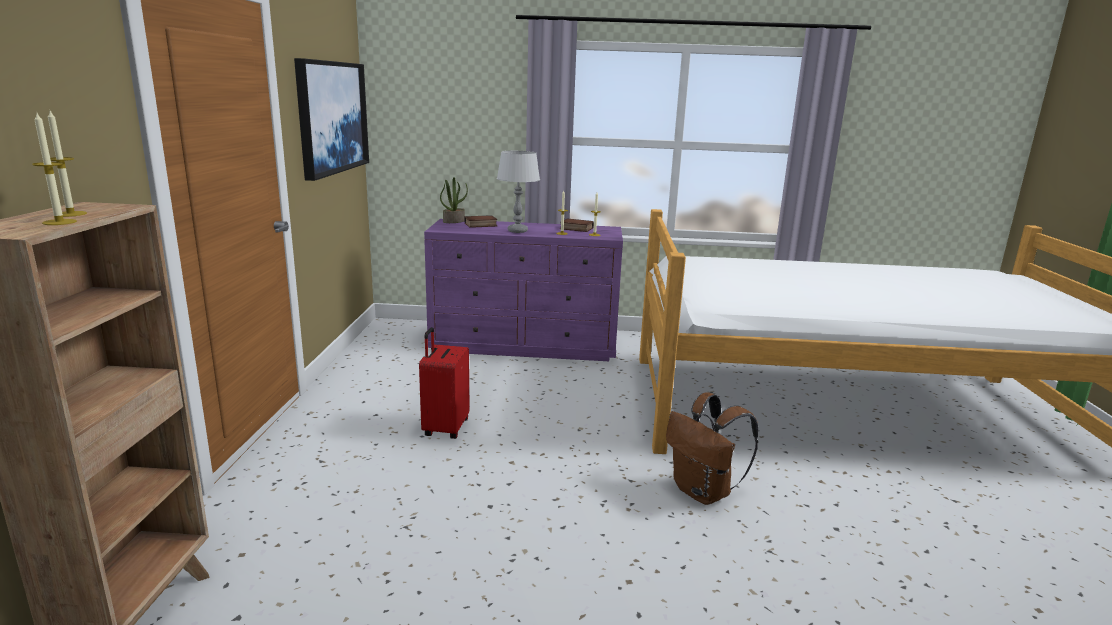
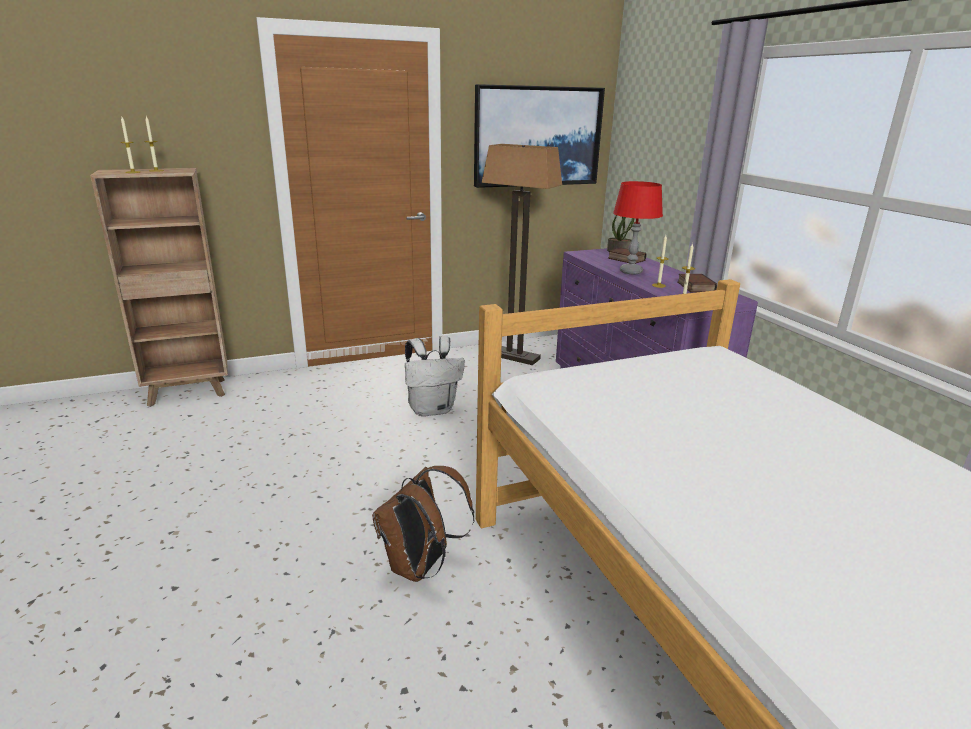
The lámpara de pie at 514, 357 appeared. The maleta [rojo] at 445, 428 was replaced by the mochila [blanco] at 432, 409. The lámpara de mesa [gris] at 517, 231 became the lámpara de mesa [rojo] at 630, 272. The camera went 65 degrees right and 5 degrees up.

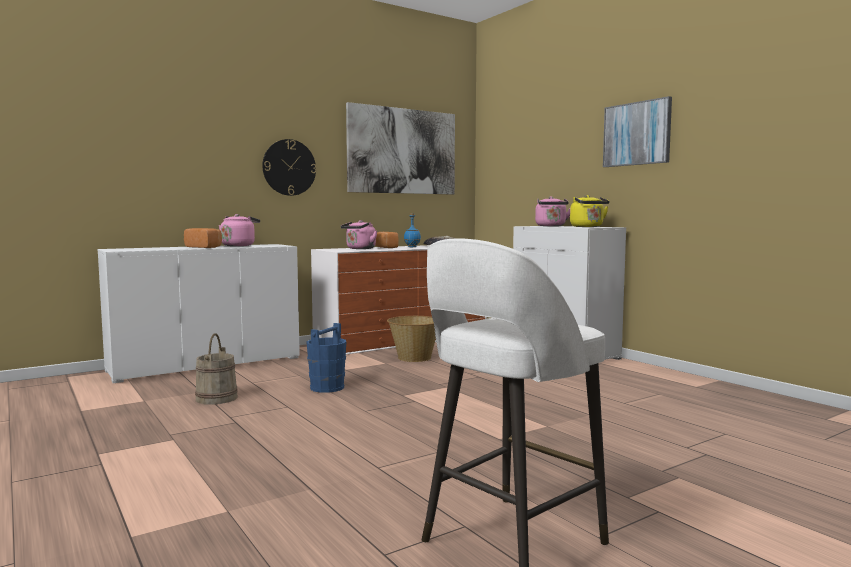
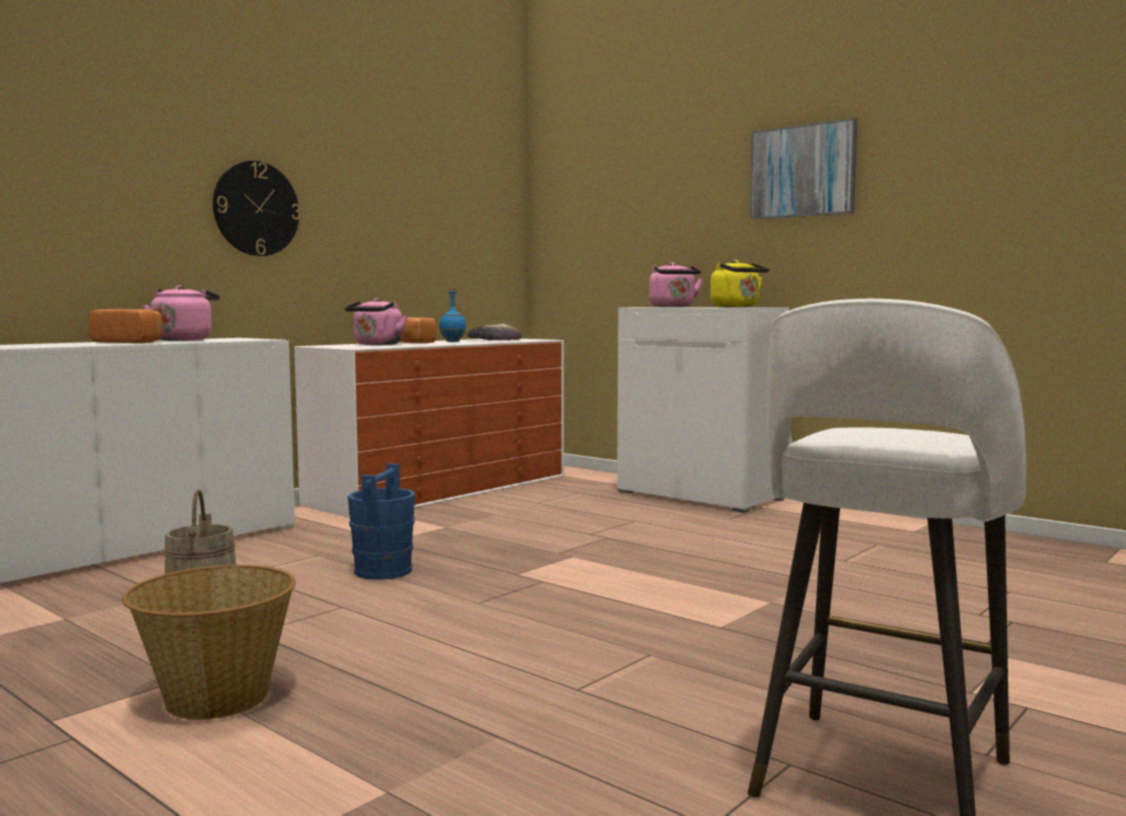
The cuadro at 402, 151 disappeared. The cesta moved from 414, 358 to 216, 697. The camera went 15 degrees left and 0 degrees up.

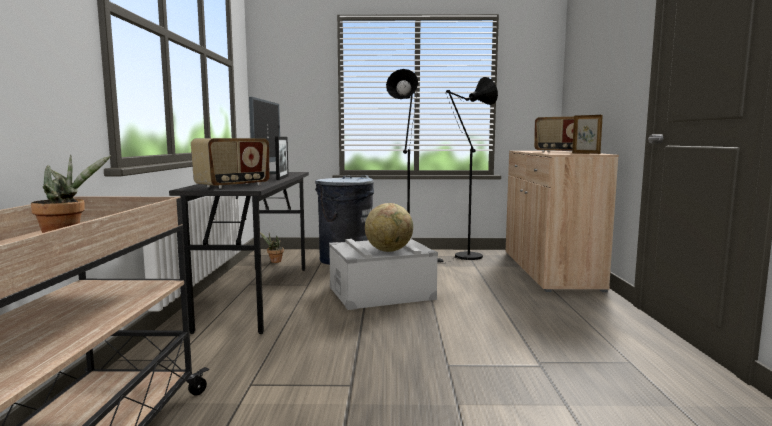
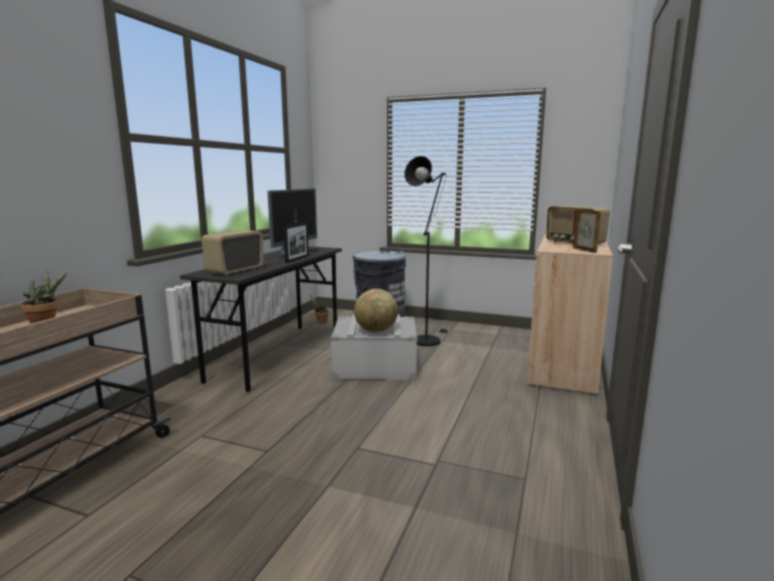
The lámpara de pie [negro] at 464, 257 disappeared. The radio at 233, 186 turned 150 degrees clockwise. The camera went 20 degrees right and 5 degrees up.

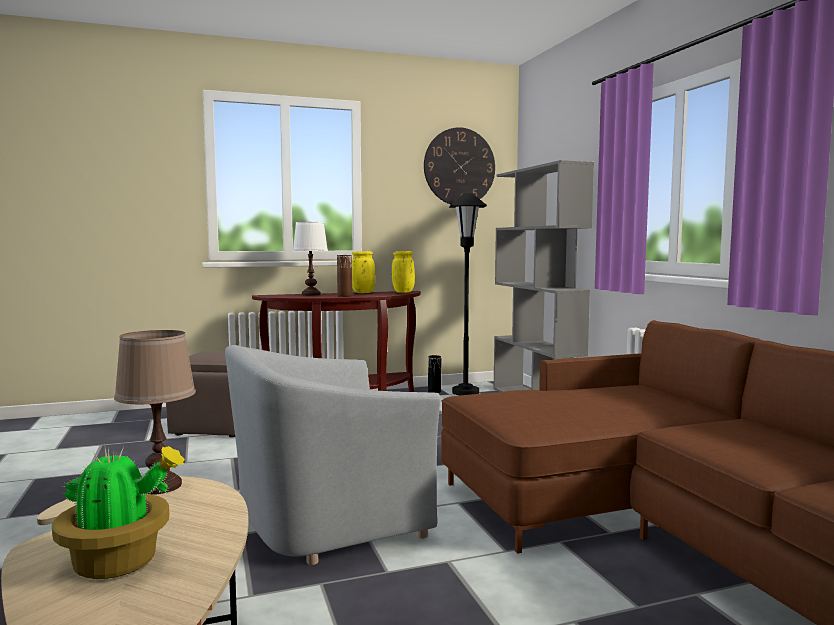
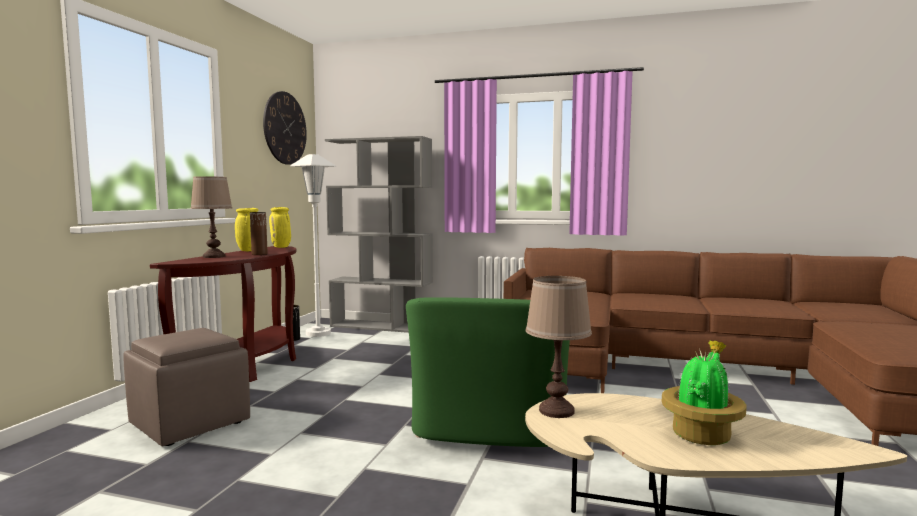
The sillón [gris] at 325, 517 became the sillón [verde] at 490, 426. The lámpara de mesa [blanco] at 310, 294 became the lámpara de mesa [marrón] at 213, 256. The lámpara de pie [negro] at 465, 392 became the lámpara de pie [blanco] at 318, 333. The camera went 55 degrees left and 0 degrees up.

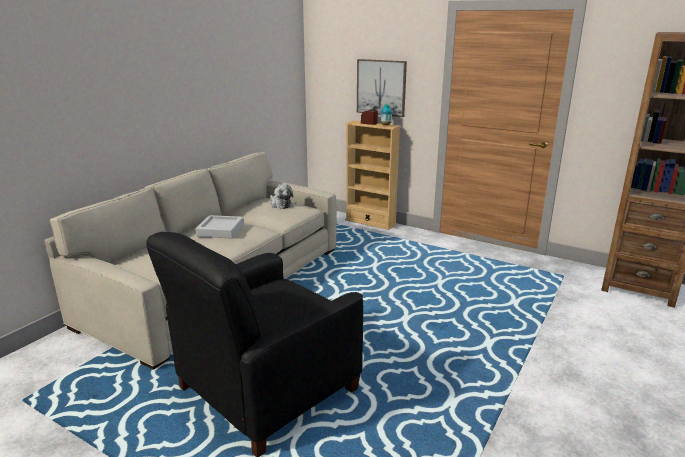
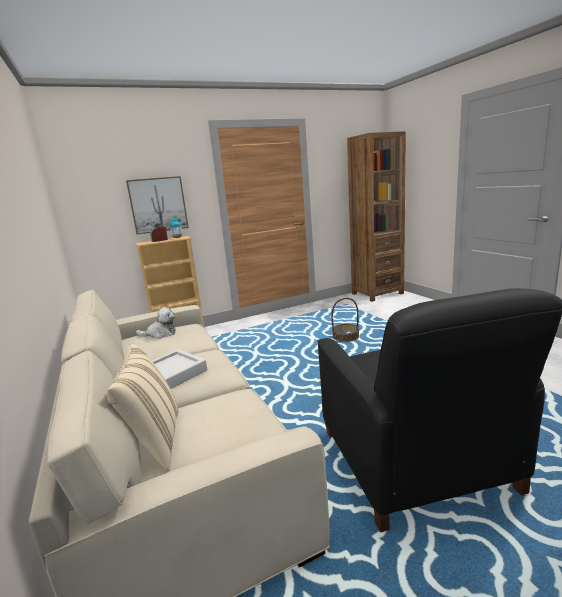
The cojín [beis] at 155, 442 appeared. The cesta at 345, 337 appeared. The camera went 55 degrees left and 5 degrees down.

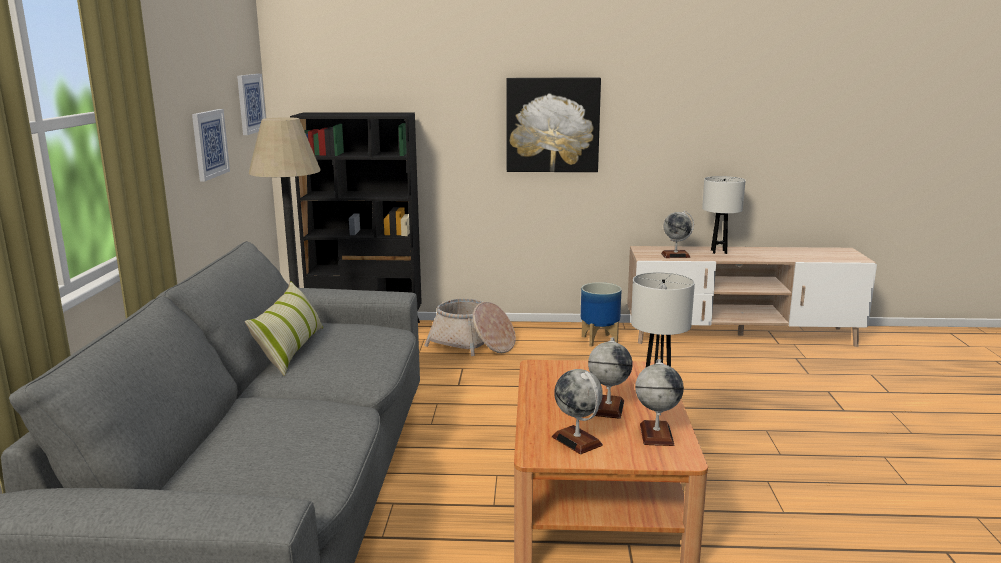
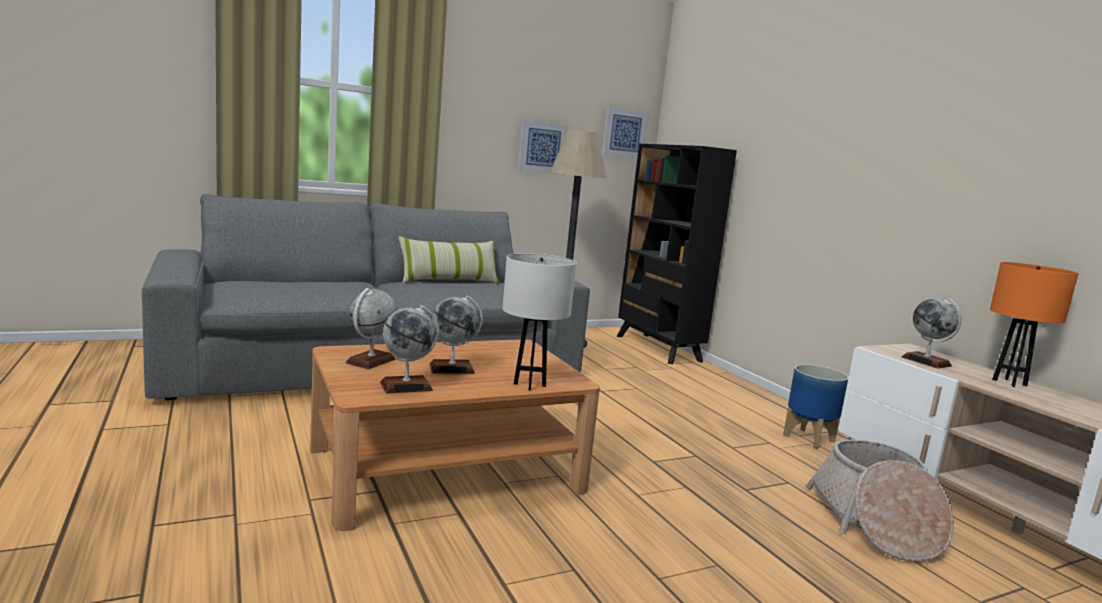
The cuadro at 552, 125 disappeared. The cesta moved from 472, 344 to 874, 523. The lámpara de mesa [blanco] at 719, 252 became the lámpara de mesa [naranja] at 1009, 383. The camera went 60 degrees right and 5 degrees down.

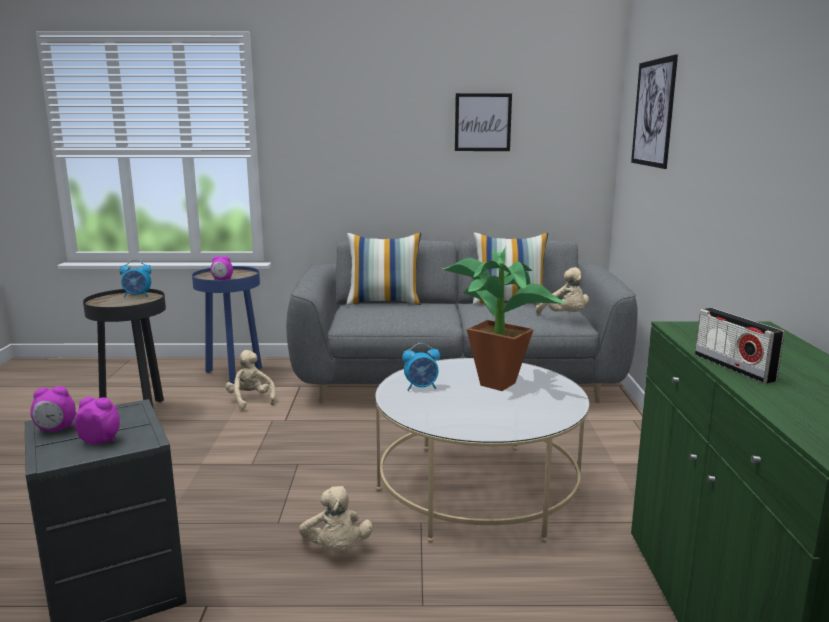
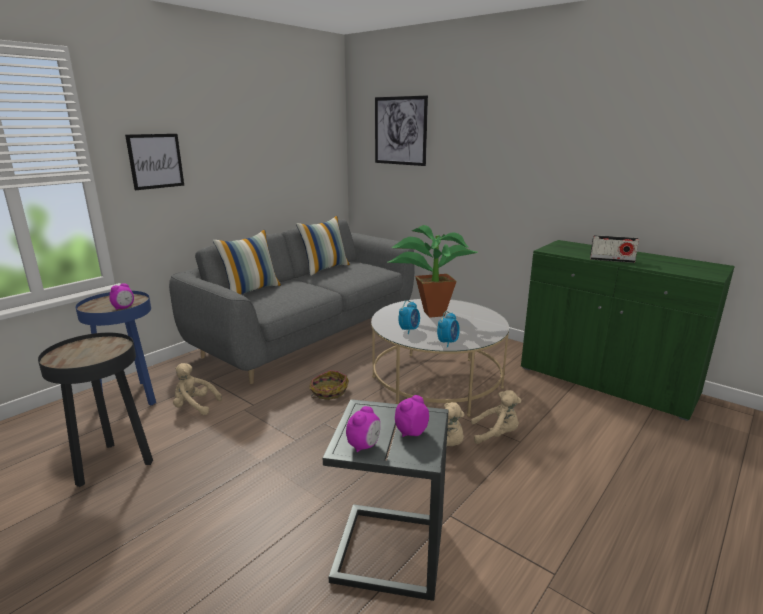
The cesta at 328, 392 appeared. The despertador moved from 137, 296 to 448, 342. The cuadro moved from 482, 122 to 155, 161. The peluche [beis] moved from 565, 316 to 496, 434. The camera went 50 degrees left and 5 degrees up.

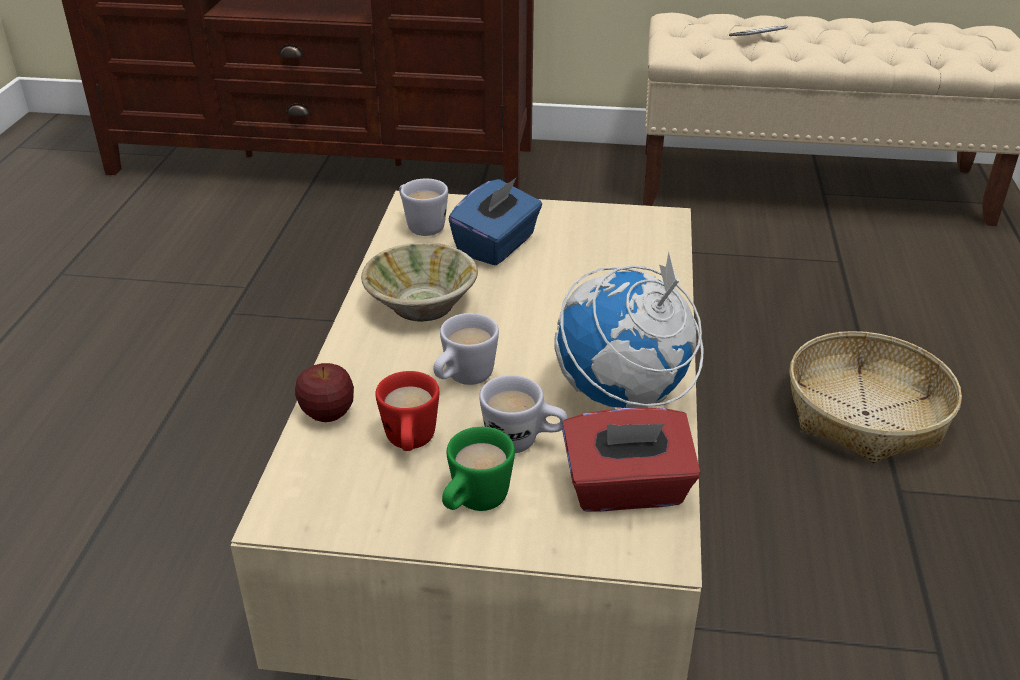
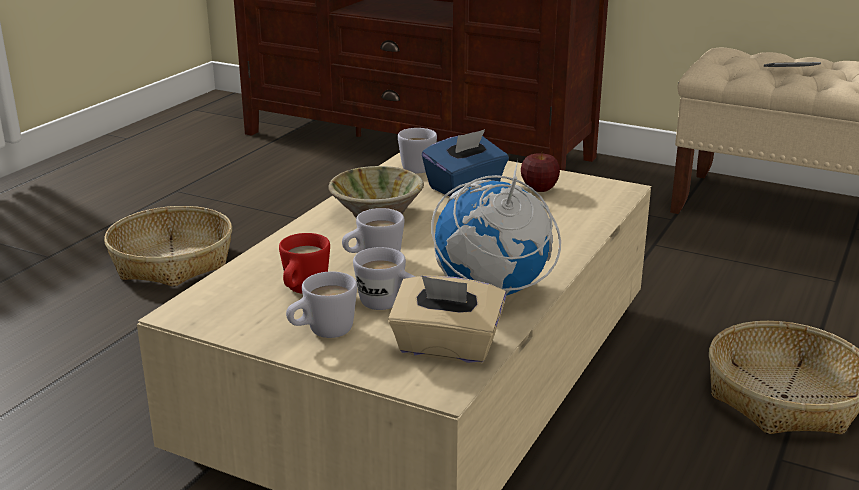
The cesta at 172, 261 appeared. The manzana moved from 327, 414 to 539, 189. The taza grande [verde] at 474, 503 became the taza grande [blanco] at 322, 333. The caja de pañuelos [rojo] at 626, 490 became the caja de pañuelos [beis] at 446, 348. The camera went 20 degrees right and 10 degrees down.

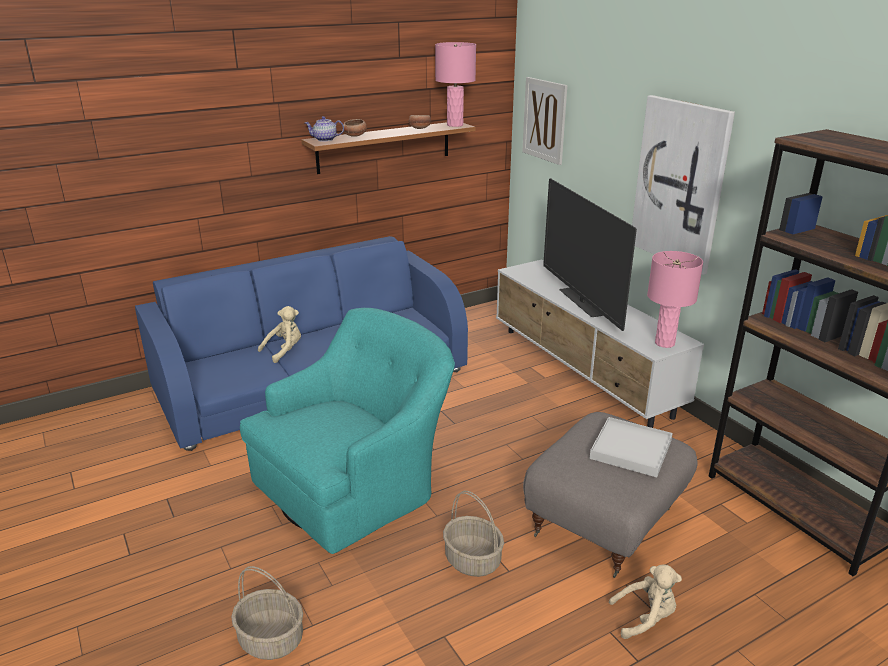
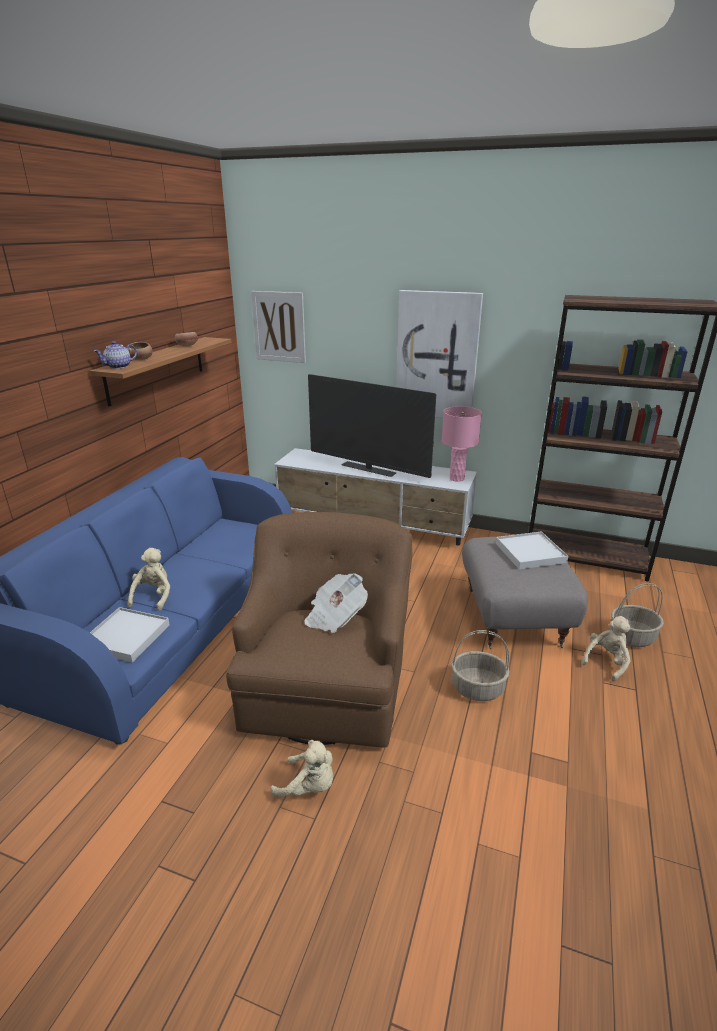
The lámpara de mesa [rosa] at 454, 125 disappeared. The bandeja [blanco] at 126, 637 appeared. The peluche [beis] at 309, 787 appeared. The periódico at 335, 616 appeared. The cesta moved from 272, 639 to 632, 637. The sillón [turquesa] at 356, 485 became the sillón [marrón] at 326, 684. The camera went 40 degrees left and 0 degrees up.

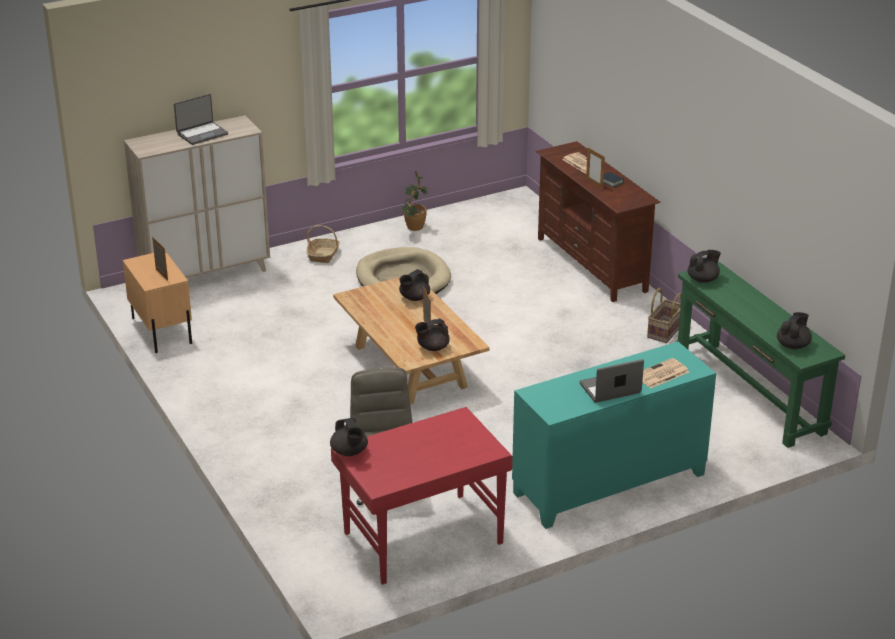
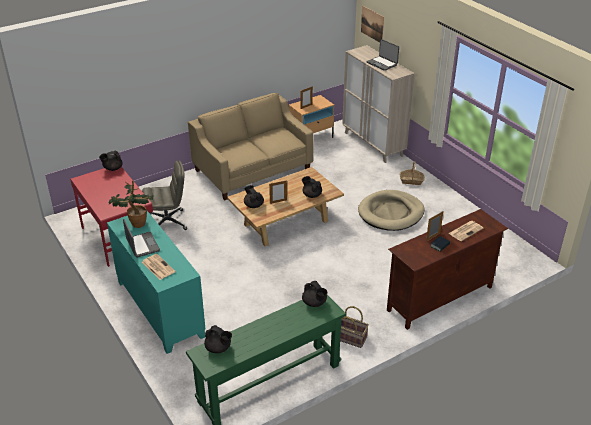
The sofá [beis] at 252, 170 appeared. The cuadro at 372, 24 appeared. The planta en maceta moved from 413, 229 to 135, 223. The camera went 85 degrees right and 5 degrees up.

